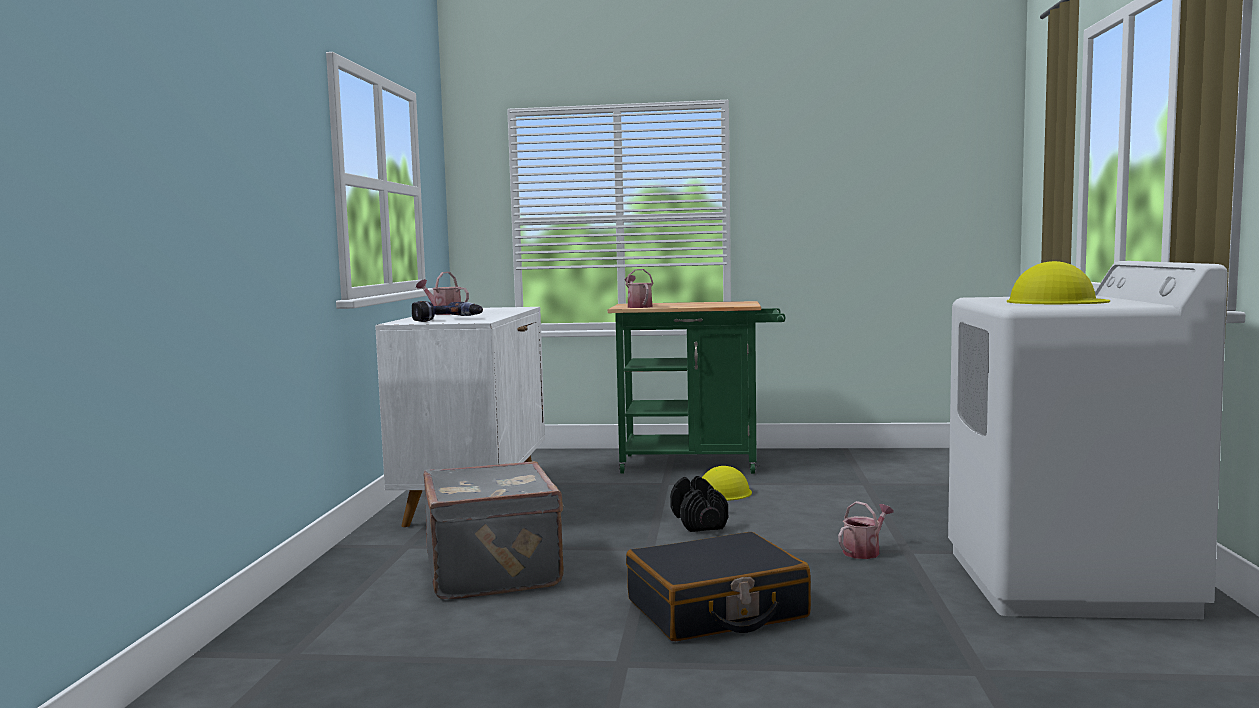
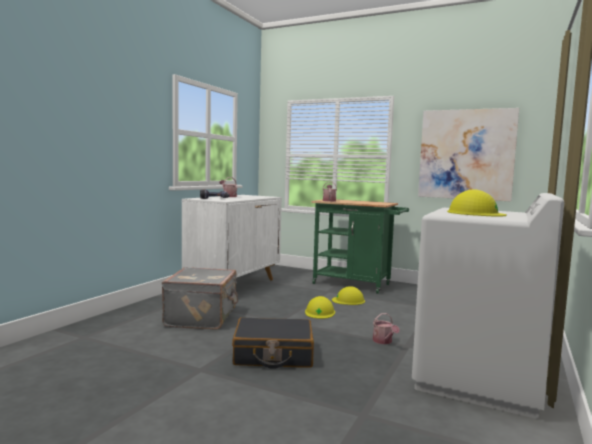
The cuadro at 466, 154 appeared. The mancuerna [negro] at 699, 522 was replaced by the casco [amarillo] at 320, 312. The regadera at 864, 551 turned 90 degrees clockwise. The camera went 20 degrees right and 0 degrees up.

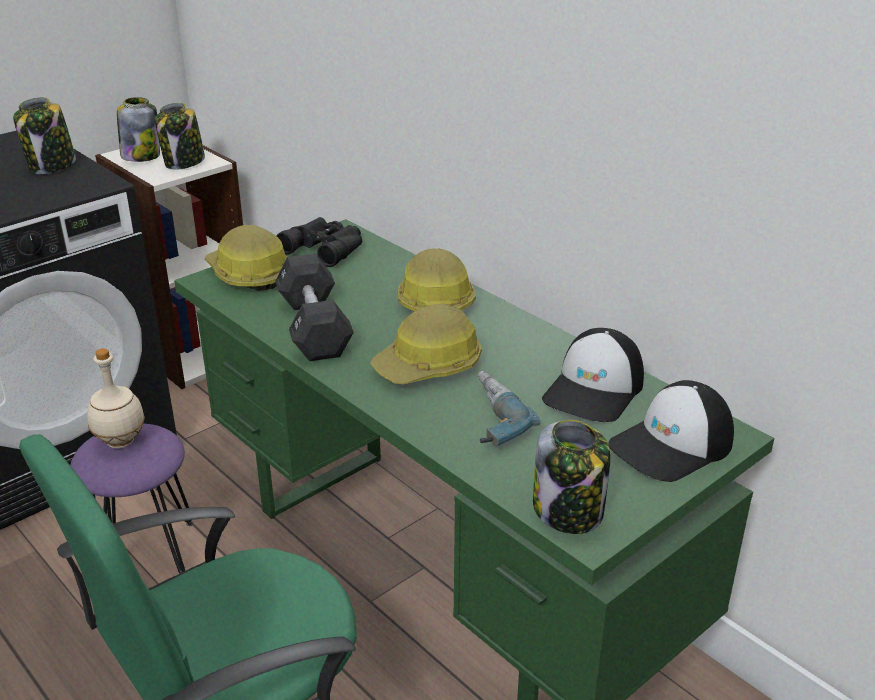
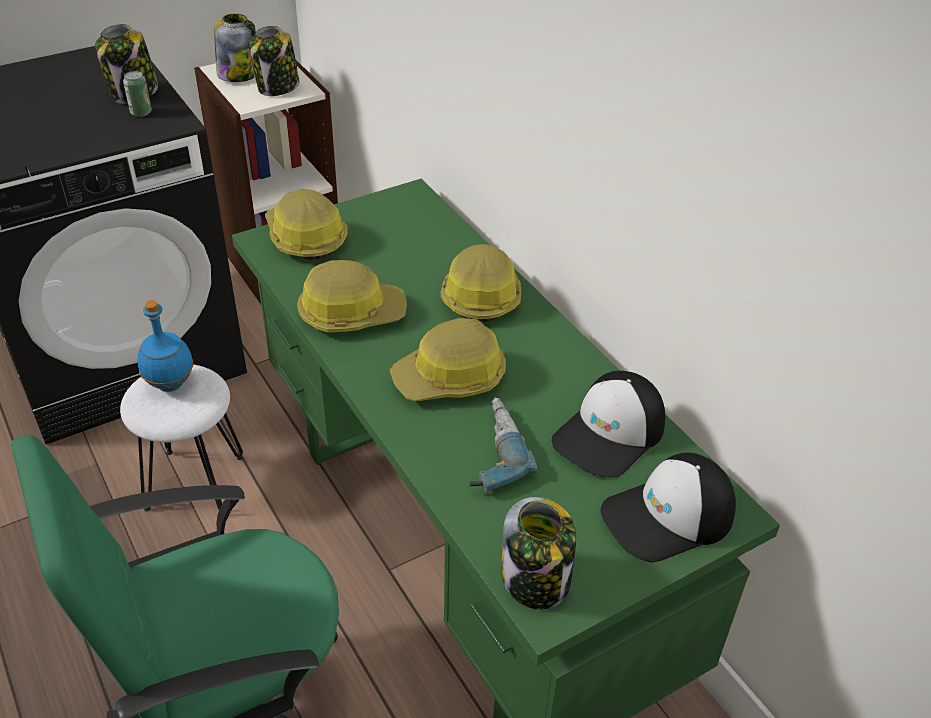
The prismáticos [negro] at 326, 247 disappeared. The lata at 141, 112 appeared. The mancuerna [negro] at 314, 327 was replaced by the casco at 351, 313. The taburete [morado] at 147, 552 became the taburete [blanco] at 195, 481. The botella [beis] at 121, 442 became the botella [azul] at 171, 384. The camera went 10 degrees right and 10 degrees up.

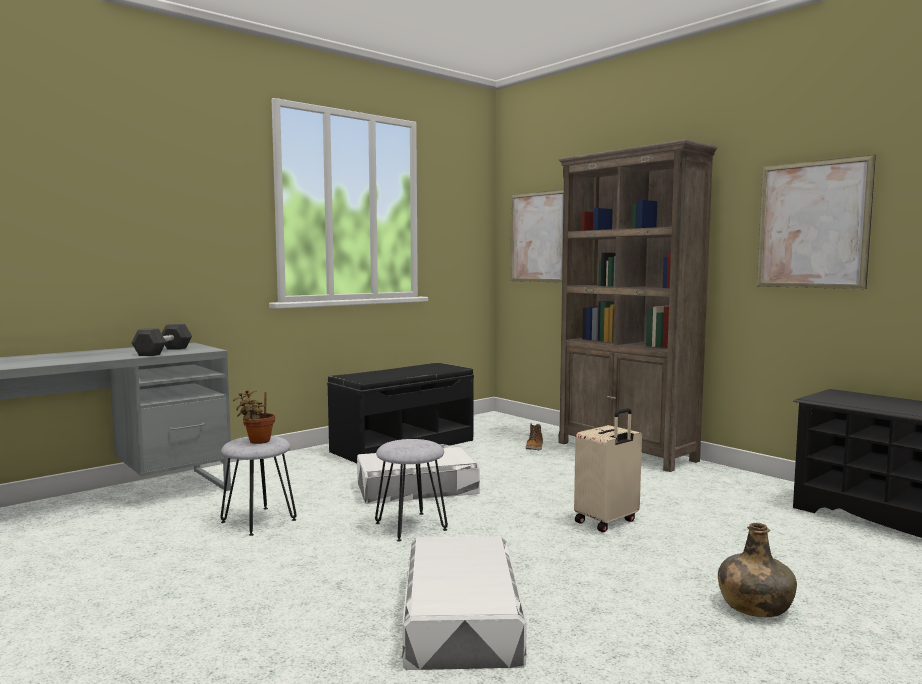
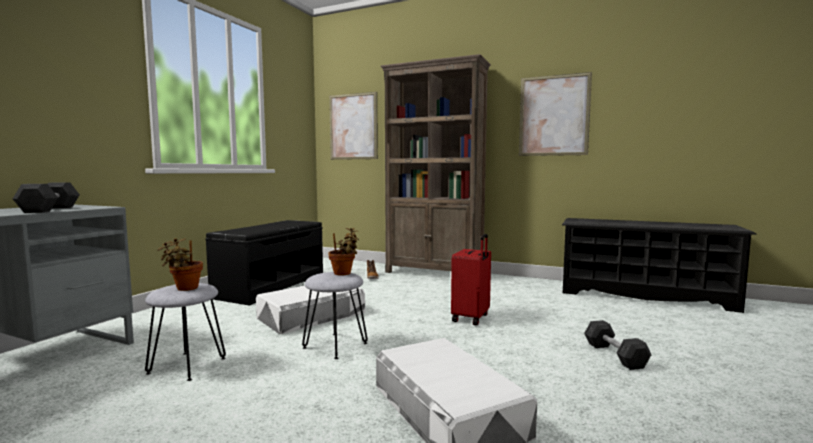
The planta en maceta at 344, 273 appeared. The botella [verde] at 754, 606 was replaced by the mancuerna [gris] at 615, 355. The maleta [beis] at 607, 522 became the maleta [rojo] at 471, 318. The camera went 25 degrees left and 0 degrees up.

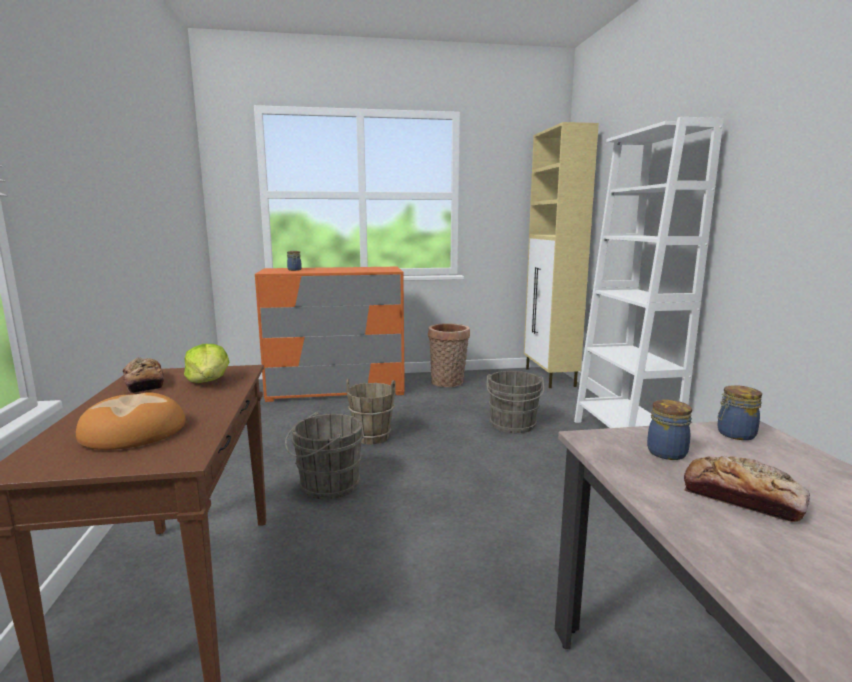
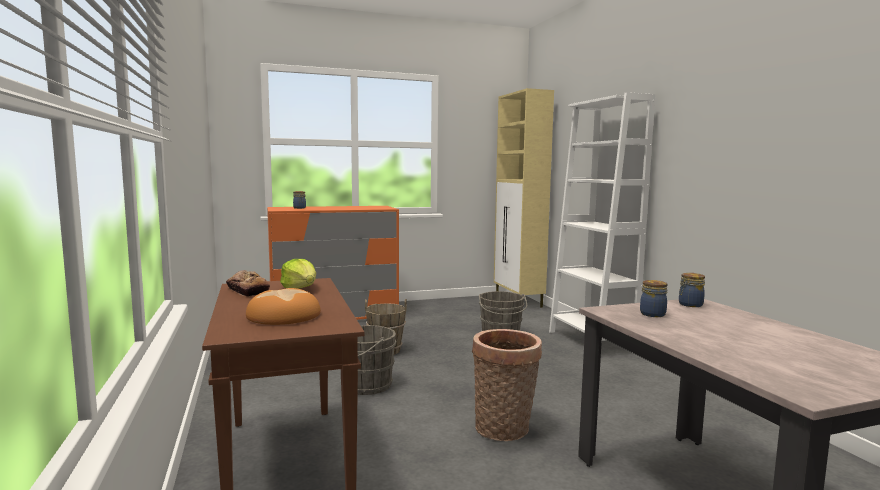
The pan at 742, 498 disappeared. The cesta moved from 448, 383 to 504, 430. The camera went 10 degrees left and 5 degrees down.

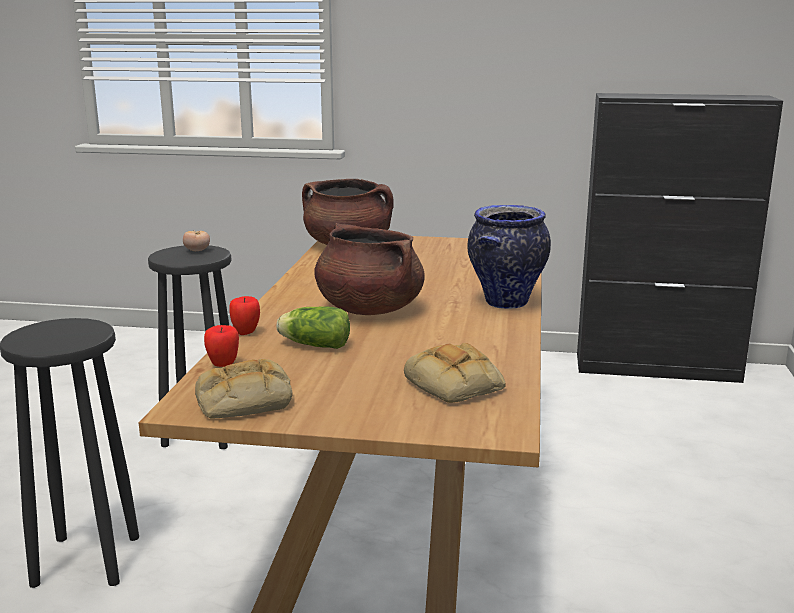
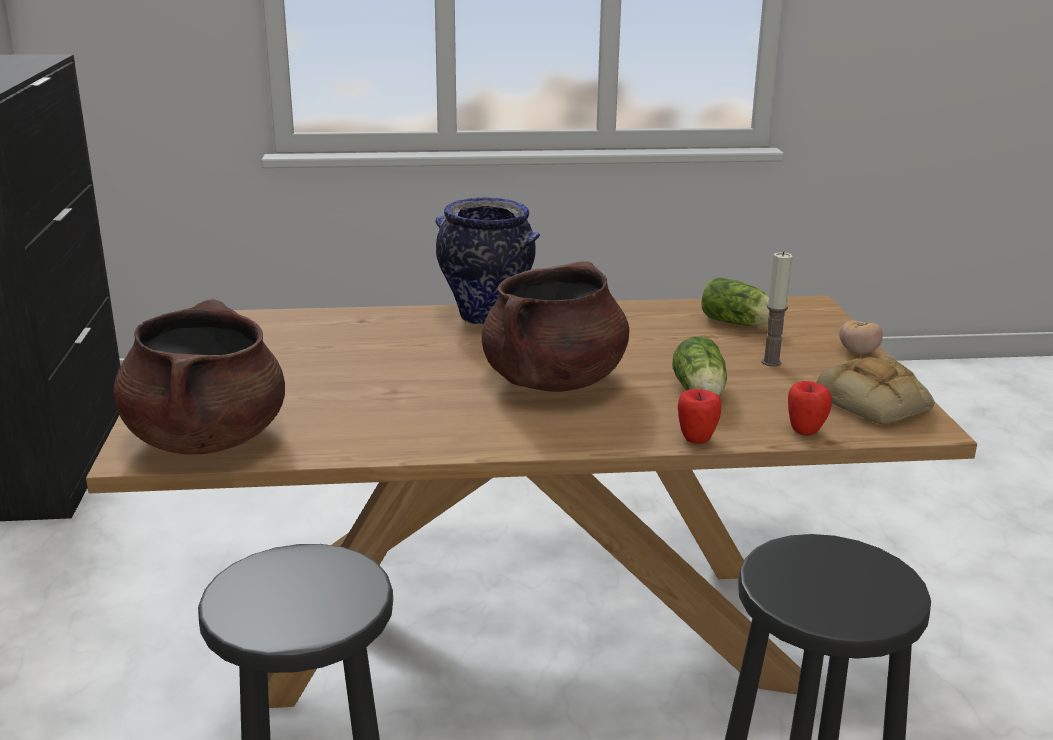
The vela at 771, 362 appeared. The tomate moved from 197, 251 to 858, 352. The pan at 456, 385 was replaced by the lechuga at 739, 324. The camera went 105 degrees left and 5 degrees up.

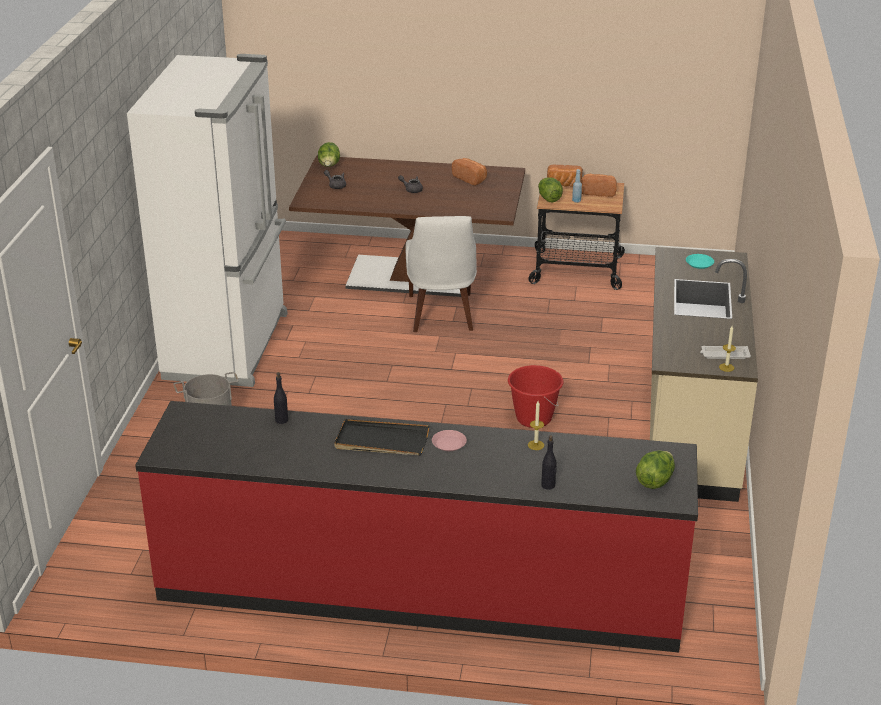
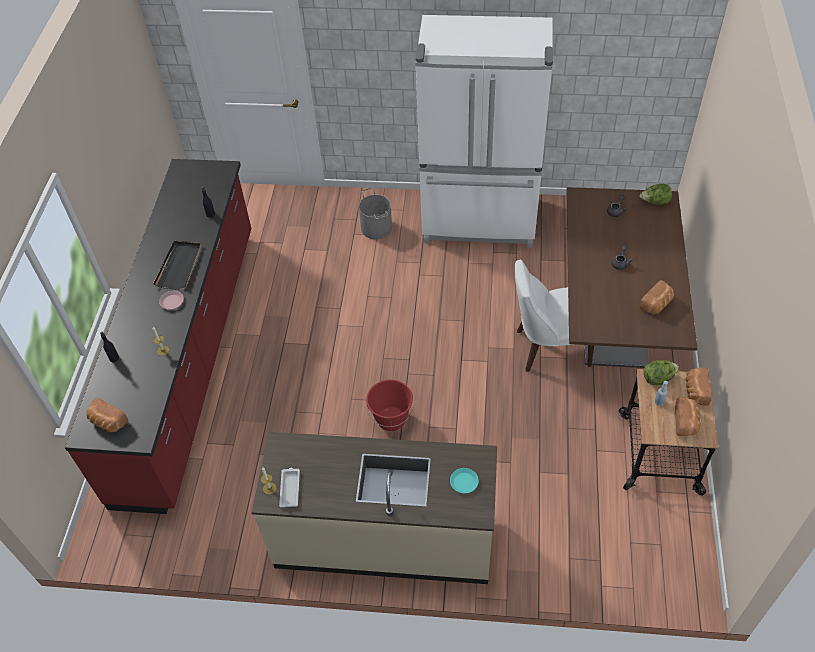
The lechuga at 655, 481 was replaced by the pan at 107, 422. The camera went 90 degrees right and 20 degrees up.

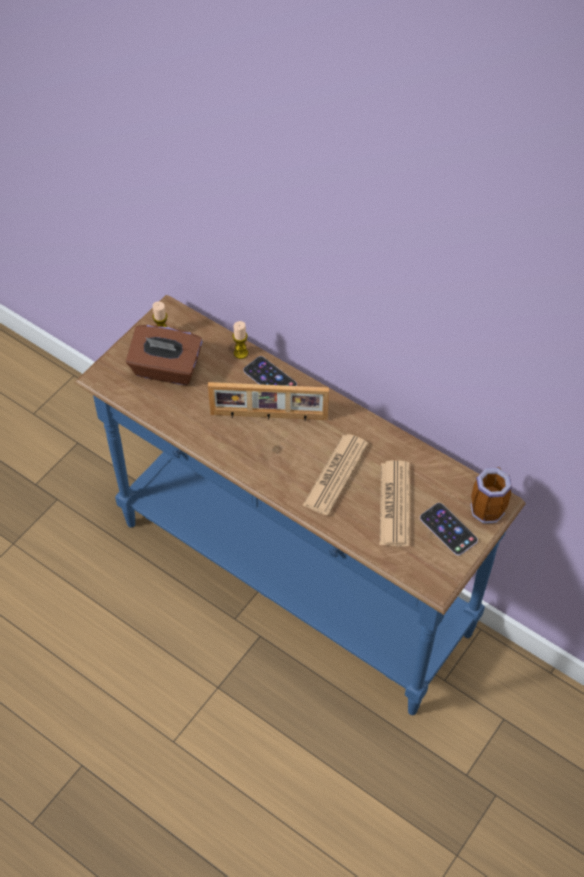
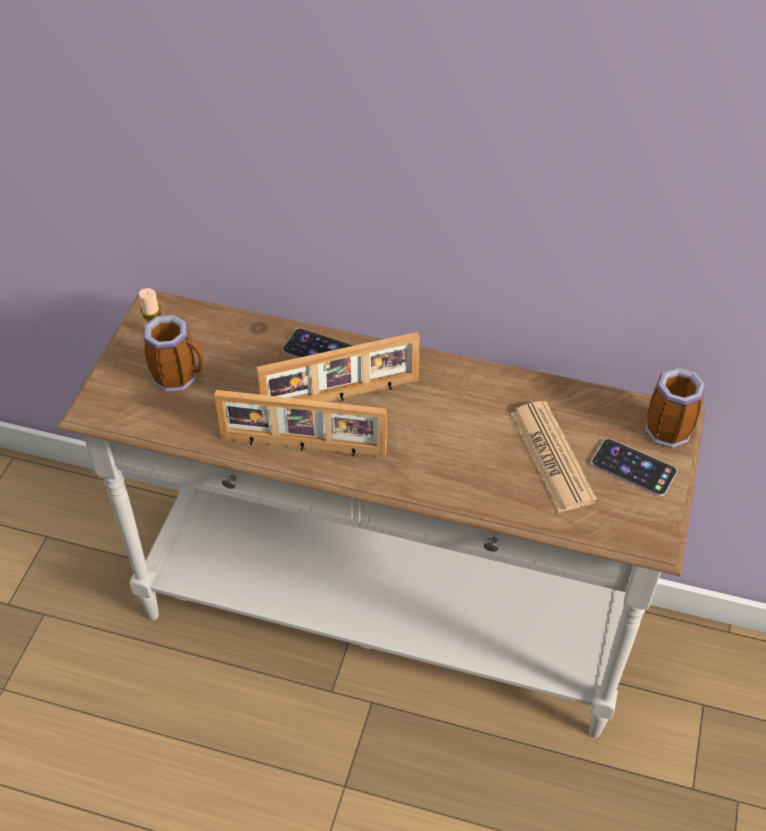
The vela at 240, 353 disappeared. The periódico at 335, 475 disappeared. The portarretratos at 303, 447 appeared. The caja de pañuelos [marrón] at 166, 369 was replaced by the taza grande at 180, 377. The mesa consola [azul] at 292, 580 became the mesa consola [blanco] at 383, 621. The camera went 20 degrees left and 5 degrees down.

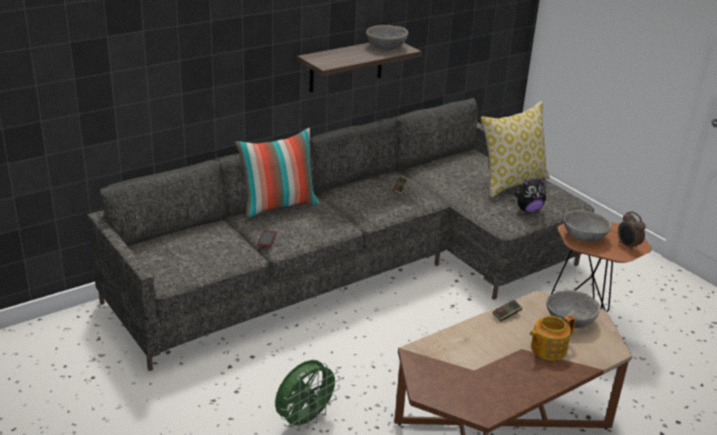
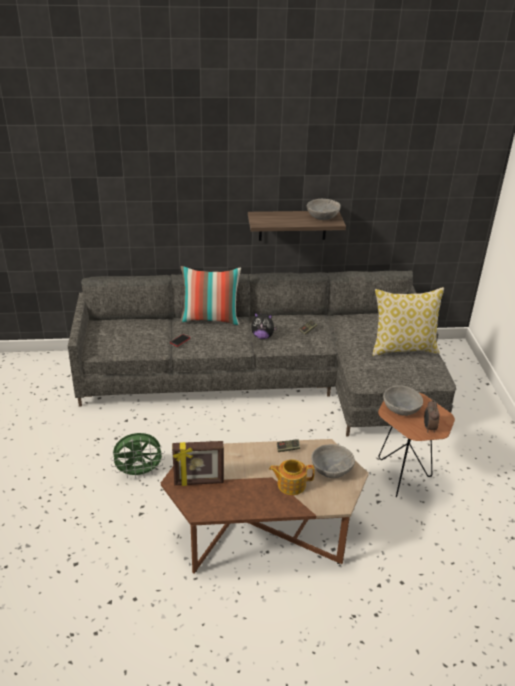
The portarretratos at 198, 482 appeared. The peluche moved from 528, 210 to 262, 336. The camera went 30 degrees right and 5 degrees up.

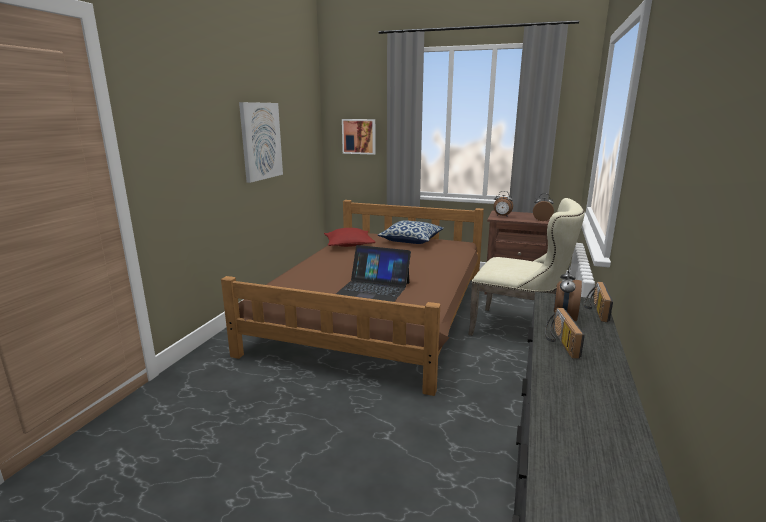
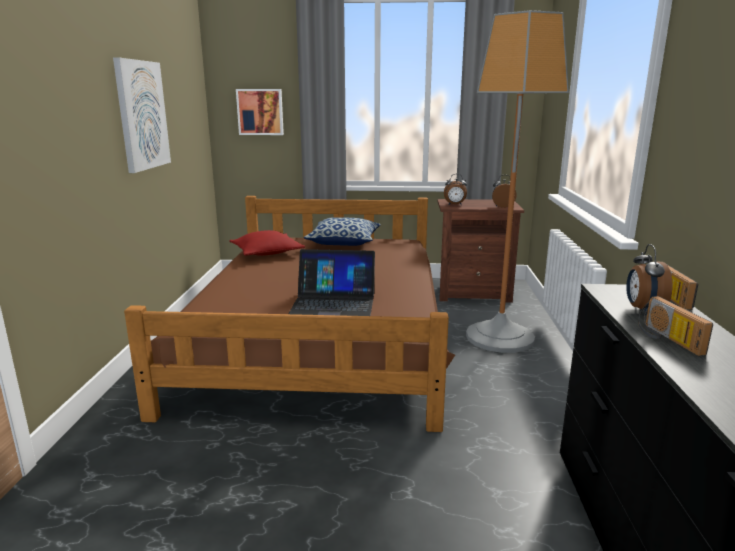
The silla [beis] at 519, 329 was replaced by the lámpara de pie at 499, 337. The camera went 15 degrees left and 0 degrees up.

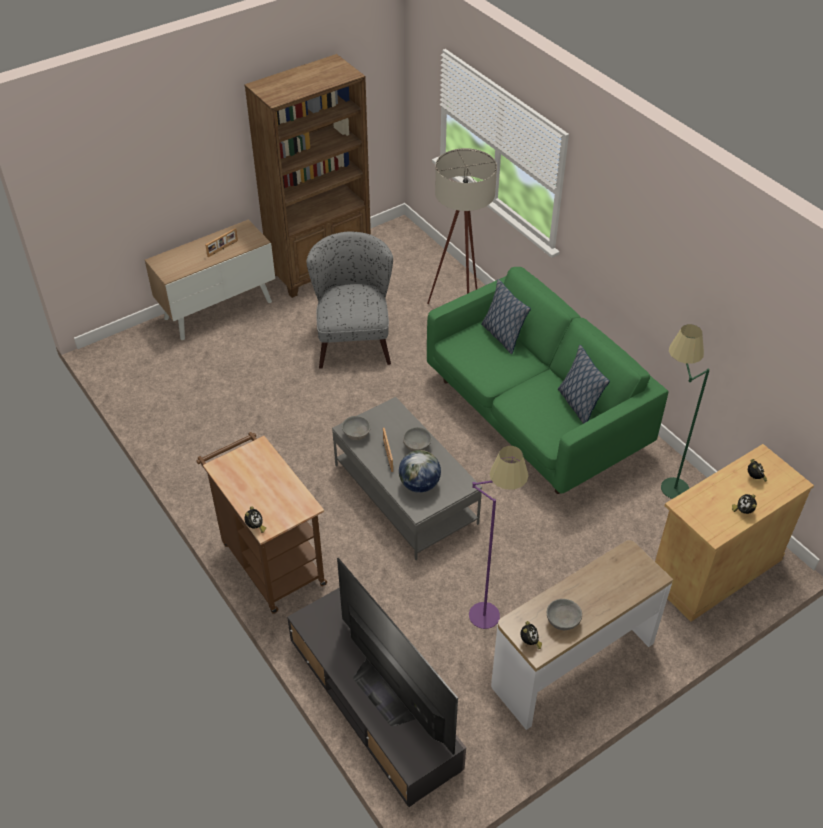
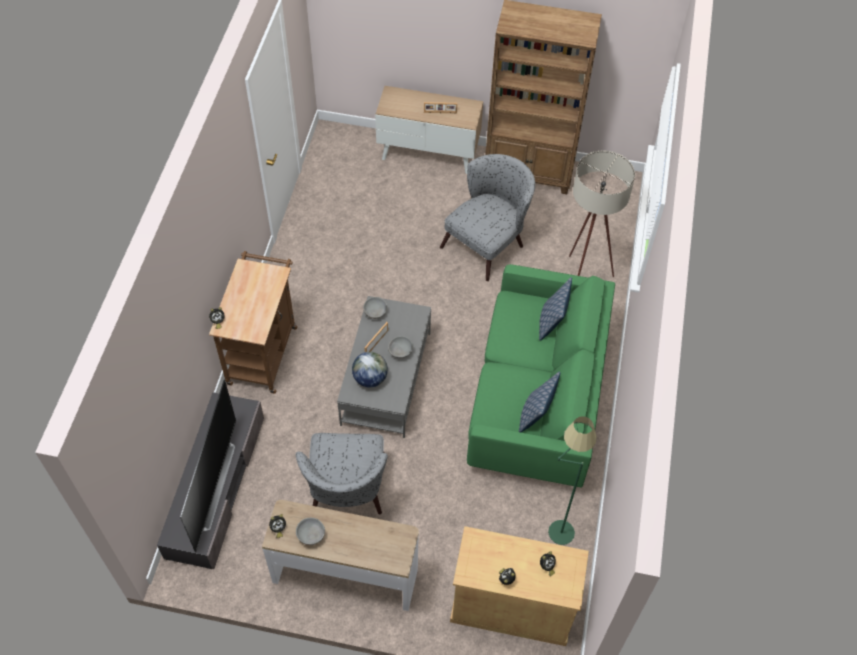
The lámpara de pie [morado] at 490, 604 was replaced by the sillón [gris] at 347, 492. The camera went 45 degrees right and 10 degrees up.

